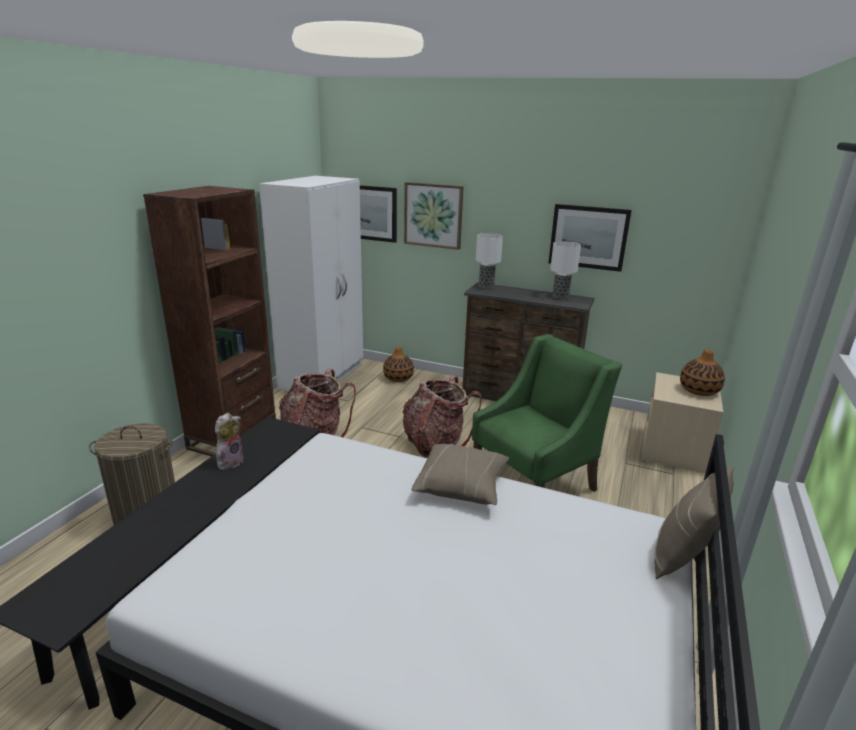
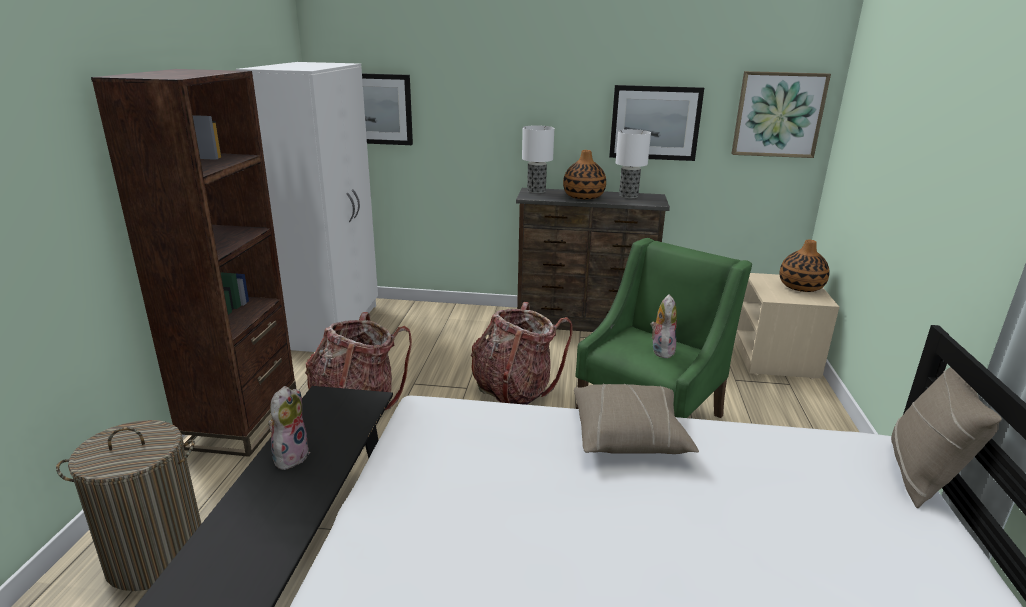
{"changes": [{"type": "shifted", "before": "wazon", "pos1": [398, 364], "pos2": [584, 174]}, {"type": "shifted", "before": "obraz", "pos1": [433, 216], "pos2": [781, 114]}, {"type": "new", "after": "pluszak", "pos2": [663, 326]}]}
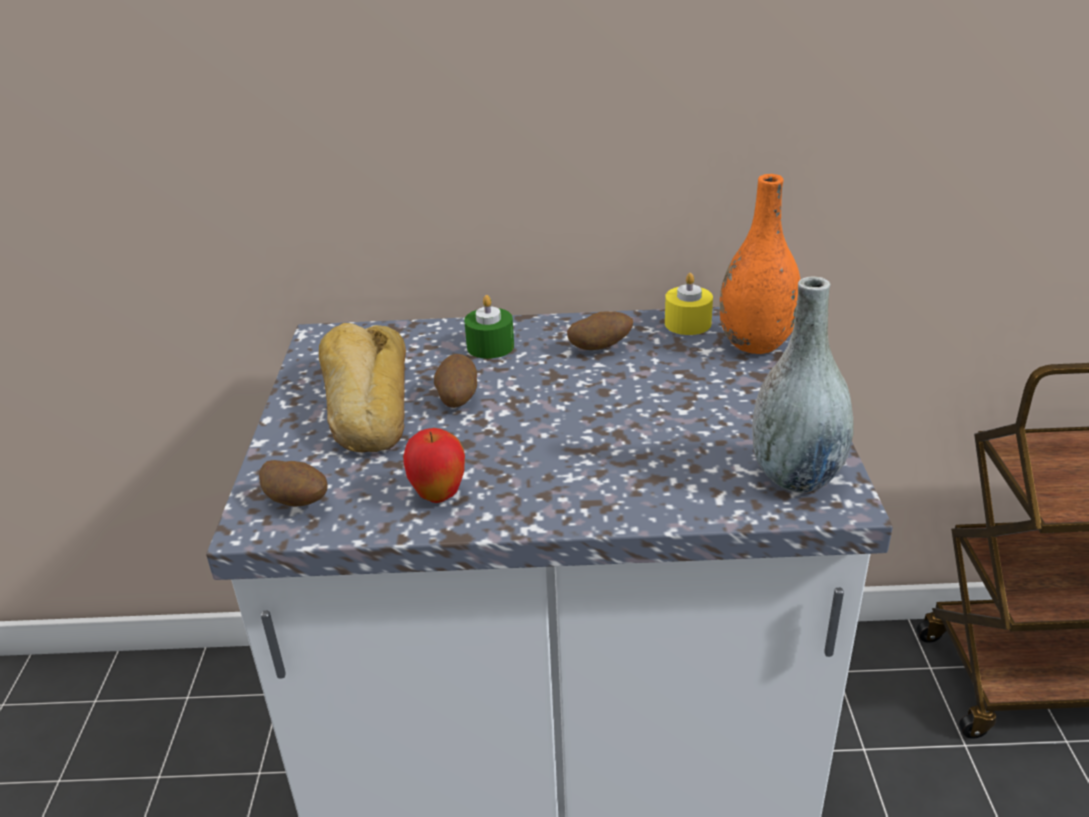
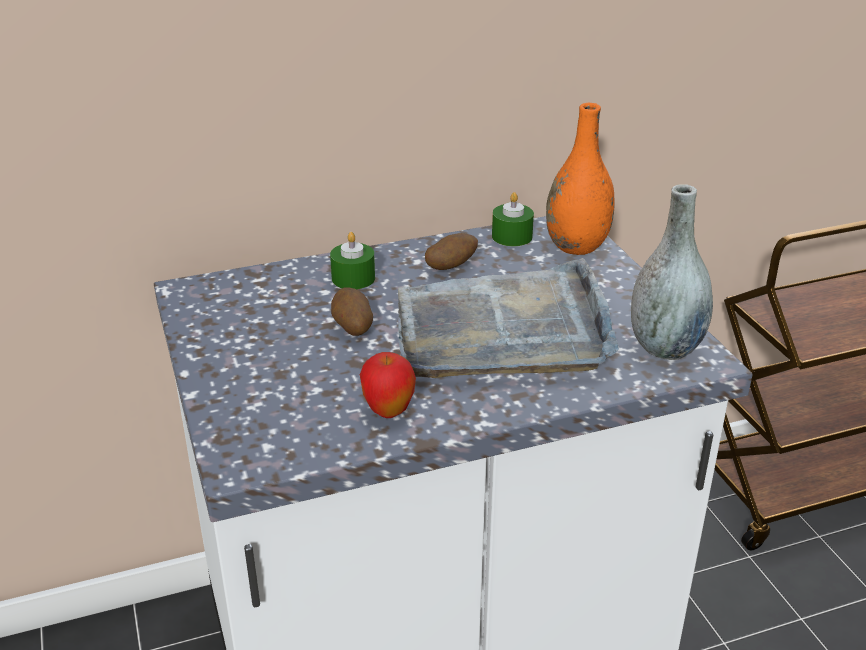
{"changes": [{"type": "gone", "before": "ziemniak", "pos1": [293, 483]}, {"type": "gone", "before": "chleb", "pos1": [362, 387]}, {"type": "repainted", "before": "świeca (żółty)", "after": "świeca (zielony)", "pos1": [689, 304], "pos2": [513, 219]}, {"type": "new", "after": "taca (szary)", "pos2": [508, 318]}]}
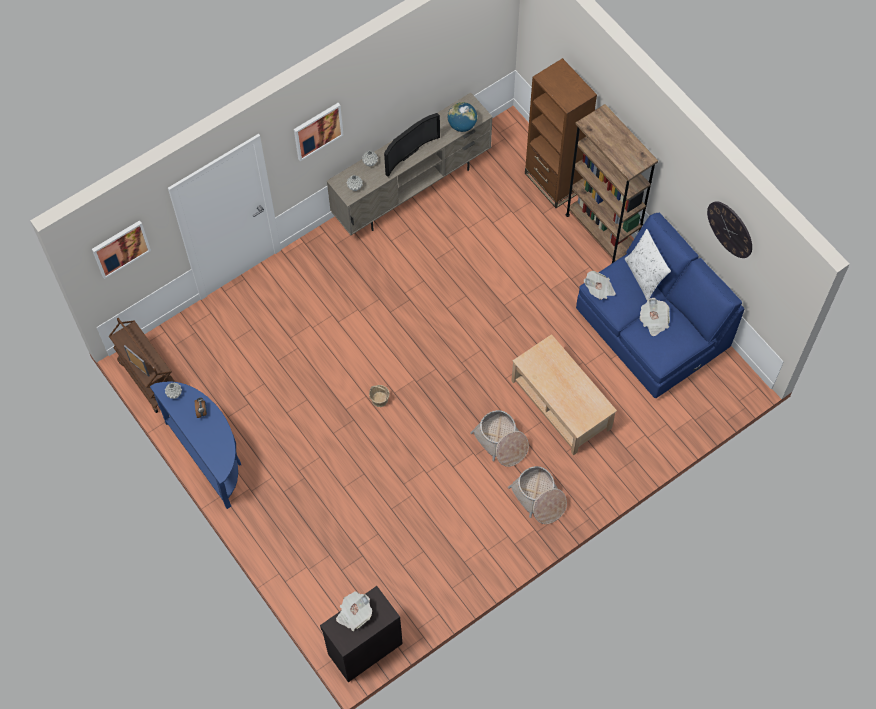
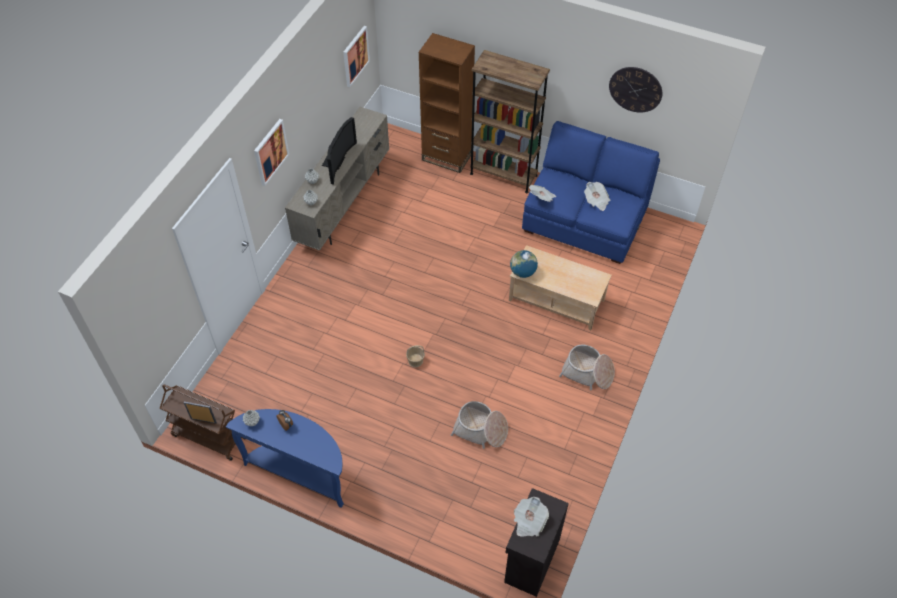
{"changes": [{"type": "shifted", "before": "obraz", "pos1": [121, 249], "pos2": [356, 56]}, {"type": "shifted", "before": "globus", "pos1": [462, 117], "pos2": [524, 264]}, {"type": "shifted", "before": "koszyk", "pos1": [499, 438], "pos2": [479, 425]}, {"type": "gone", "before": "poduszka (biały)", "pos1": [648, 265]}]}
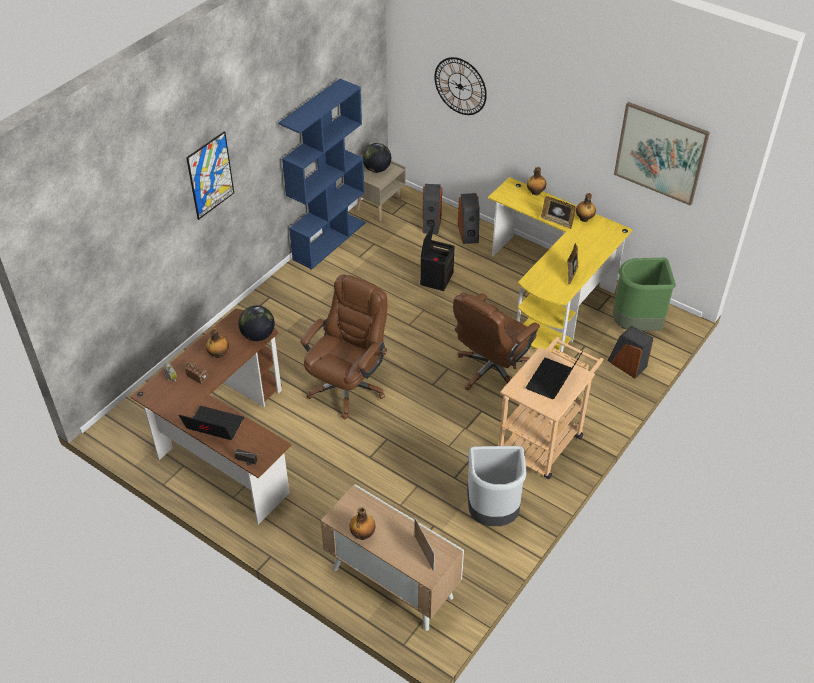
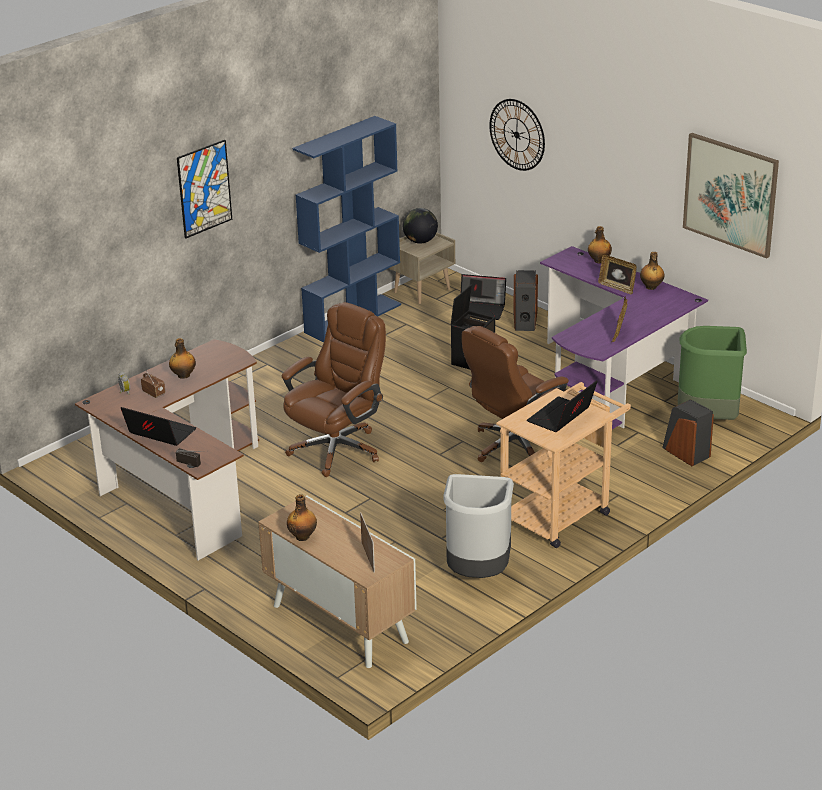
{"changes": [{"type": "gone", "before": "globus", "pos1": [256, 323]}, {"type": "swapped", "before": "głośnik", "after": "laptop", "pos1": [432, 209], "pos2": [483, 297]}, {"type": "repainted", "before": "biurko (żółty)", "after": "biurko (fioletowy)", "pos1": [560, 264], "pos2": [624, 337]}]}
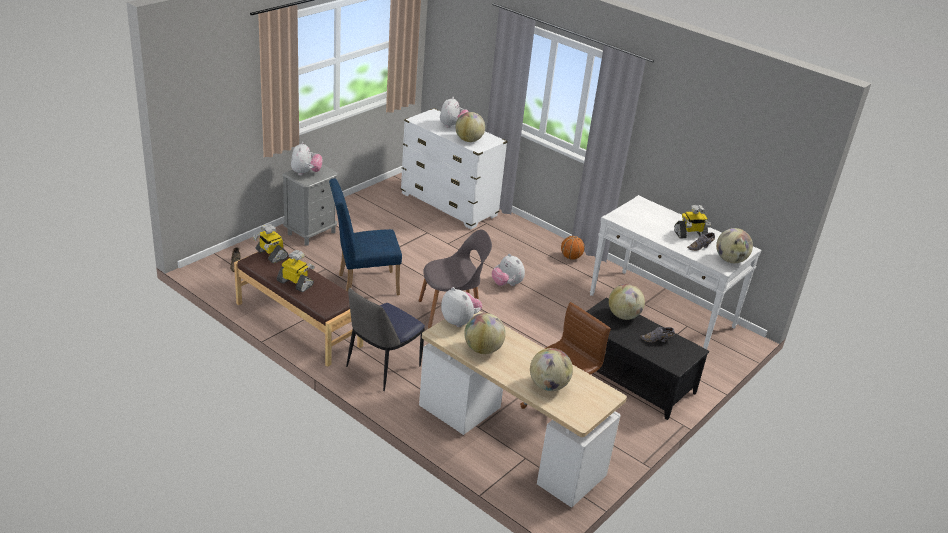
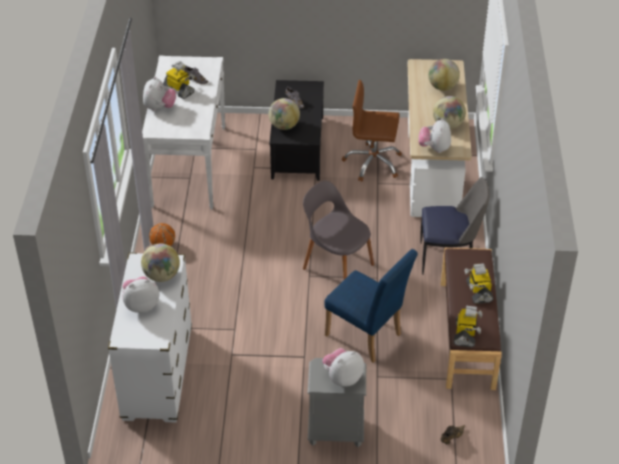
{"changes": [{"type": "shifted", "before": "pluszak", "pos1": [508, 270], "pos2": [159, 94]}, {"type": "gone", "before": "globus", "pos1": [734, 245]}]}
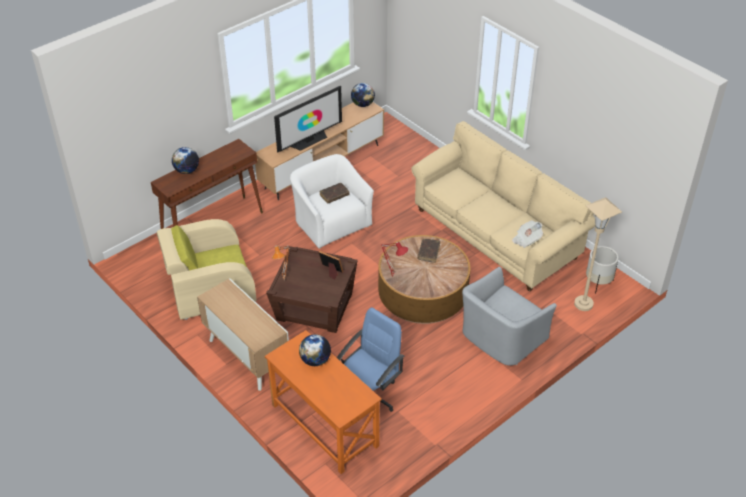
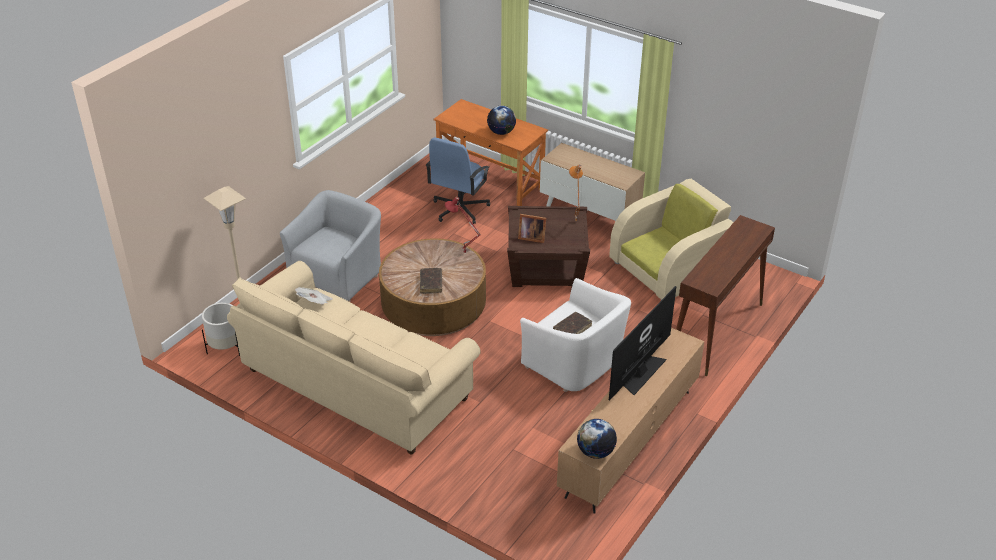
{"changes": [{"type": "gone", "before": "globus", "pos1": [185, 160]}]}
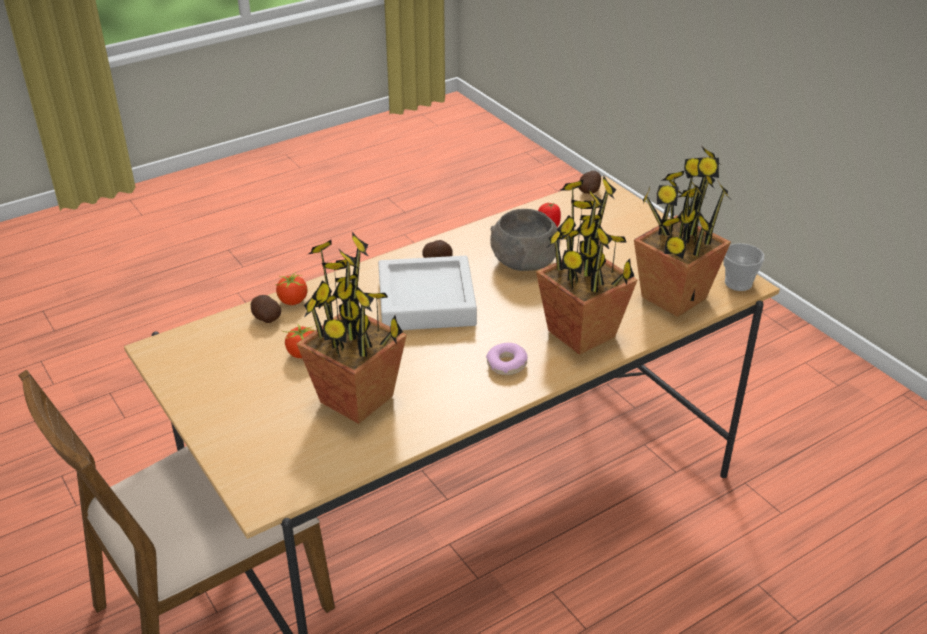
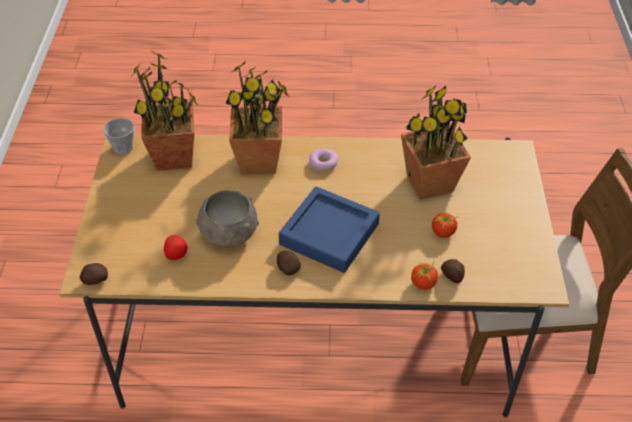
{"changes": [{"type": "repainted", "before": "taca (szary)", "after": "taca (niebieski)", "pos1": [427, 293], "pos2": [329, 230]}]}
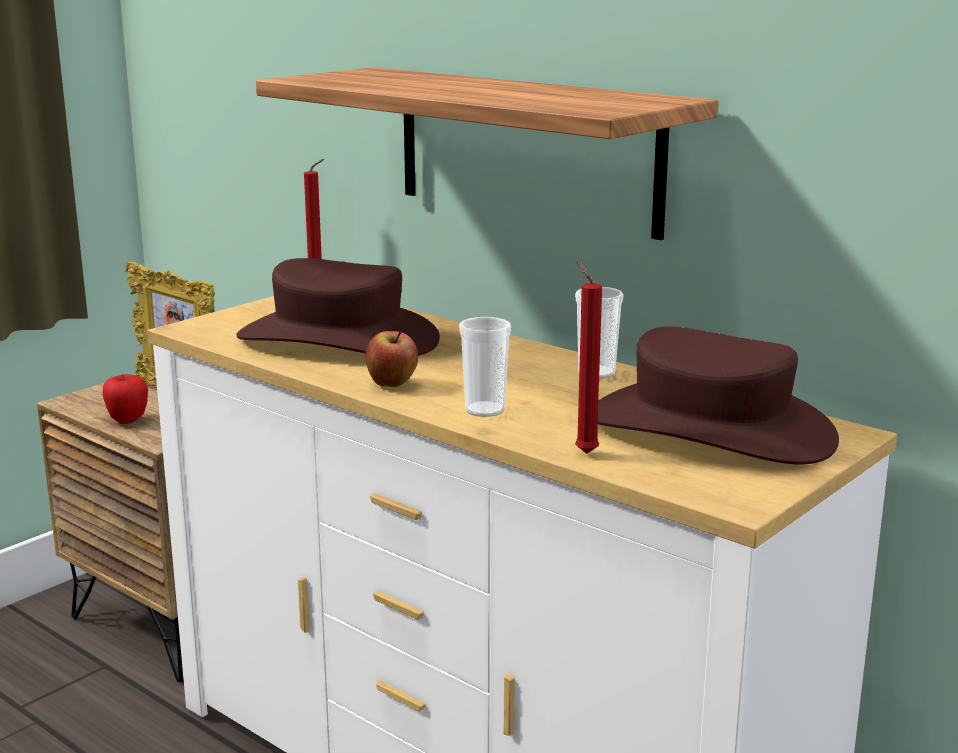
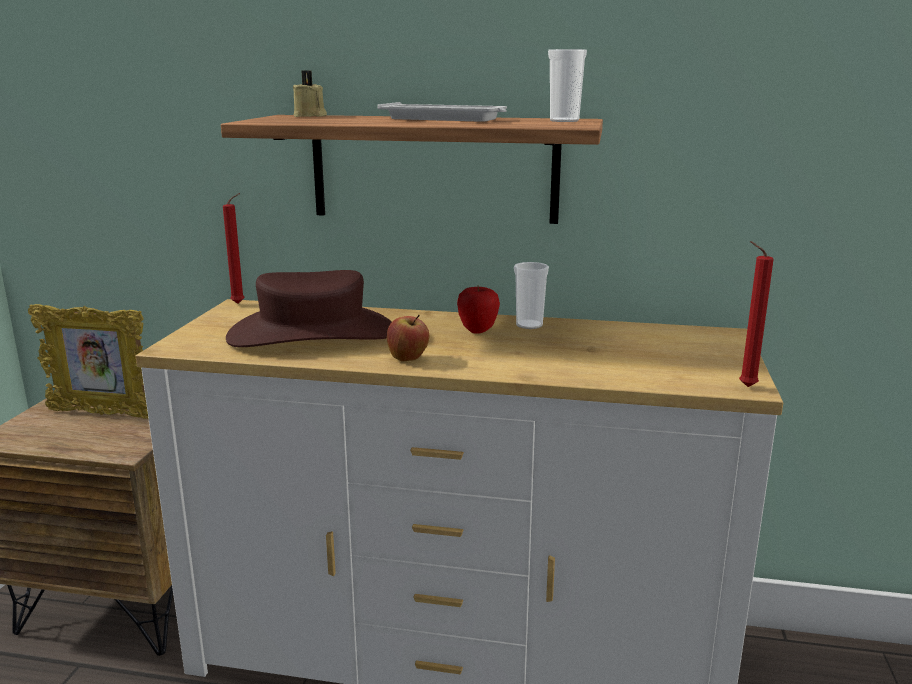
{"changes": [{"type": "shifted", "before": "jabłko", "pos1": [125, 399], "pos2": [478, 309]}, {"type": "shifted", "before": "filiżanka", "pos1": [485, 367], "pos2": [567, 85]}, {"type": "shifted", "before": "świeca (czerwony)", "pos1": [588, 358], "pos2": [756, 314]}, {"type": "gone", "before": "kapelusz (brązowy)", "pos1": [718, 395]}, {"type": "new", "after": "świeca (beżowy)", "pos2": [310, 94]}, {"type": "new", "after": "taca (biały)", "pos2": [442, 112]}]}
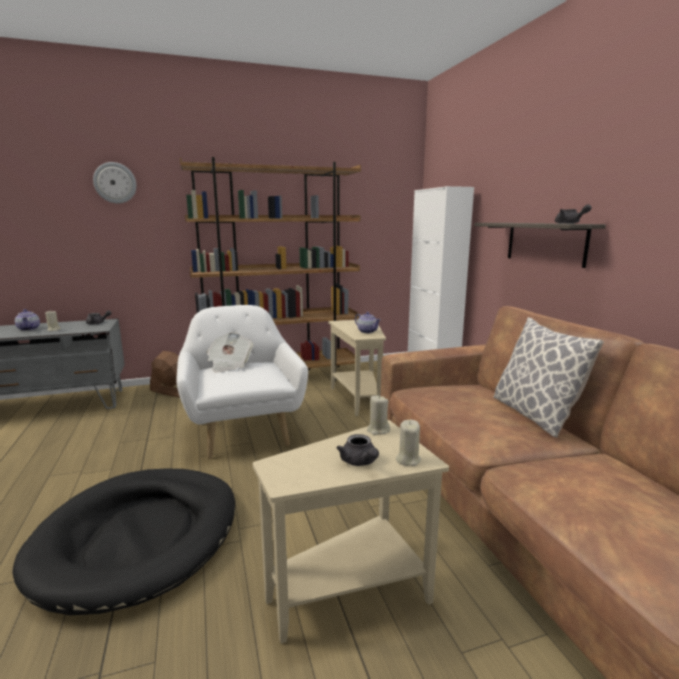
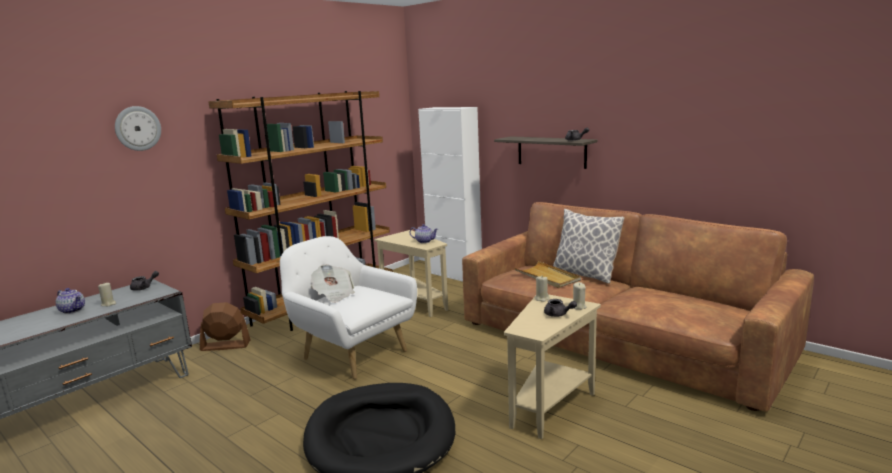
{"changes": [{"type": "new", "after": "taca (beżowy)", "pos2": [547, 274]}]}
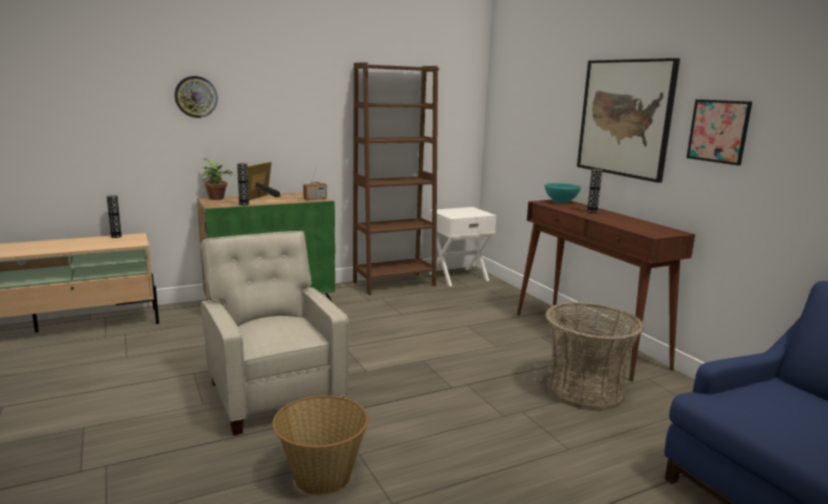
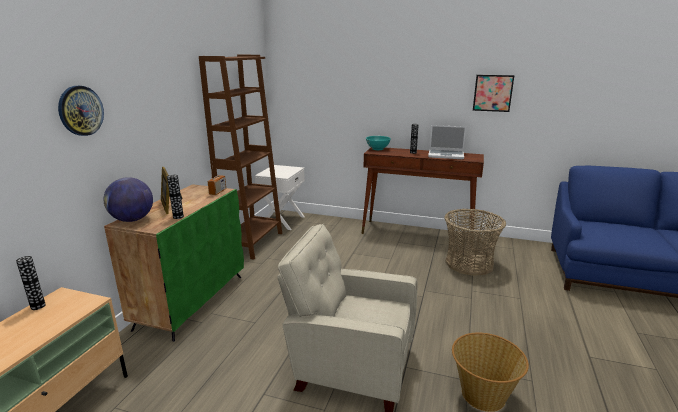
{"changes": [{"type": "swapped", "before": "roślina doniczkowa", "after": "globus", "pos1": [218, 179], "pos2": [128, 199]}, {"type": "gone", "before": "obraz", "pos1": [628, 120]}, {"type": "new", "after": "laptop", "pos2": [447, 142]}]}
